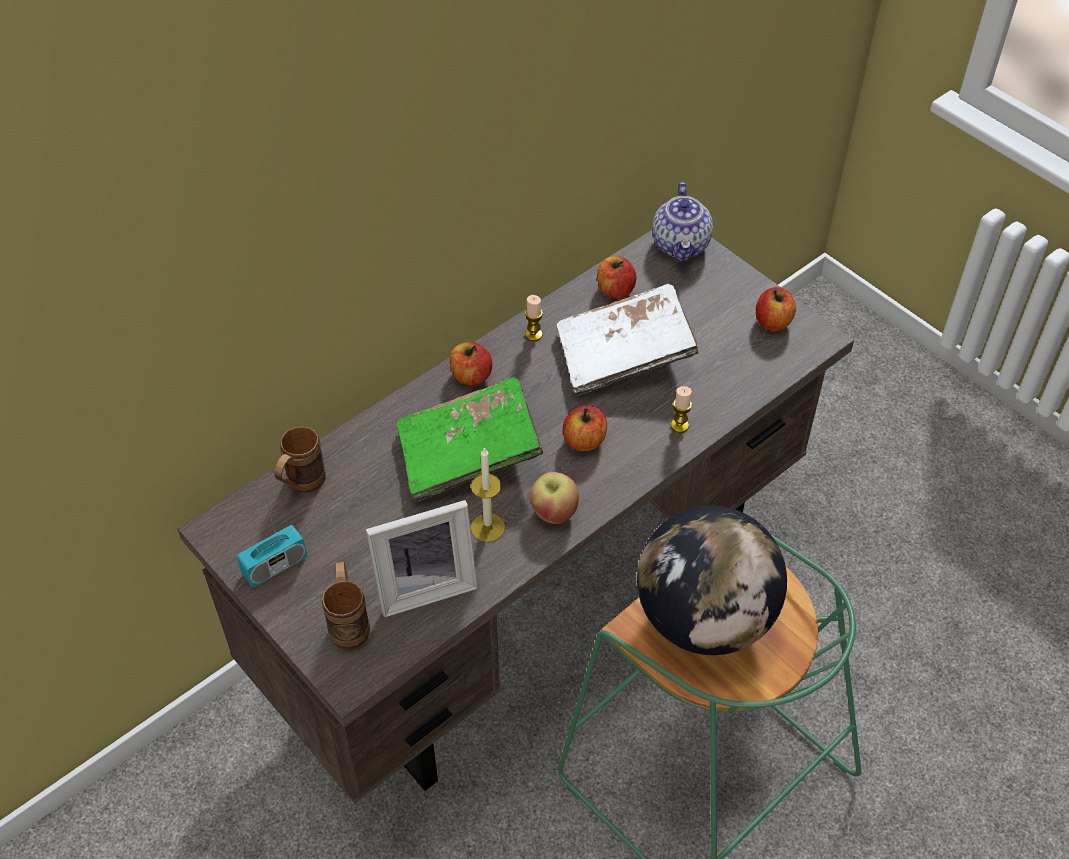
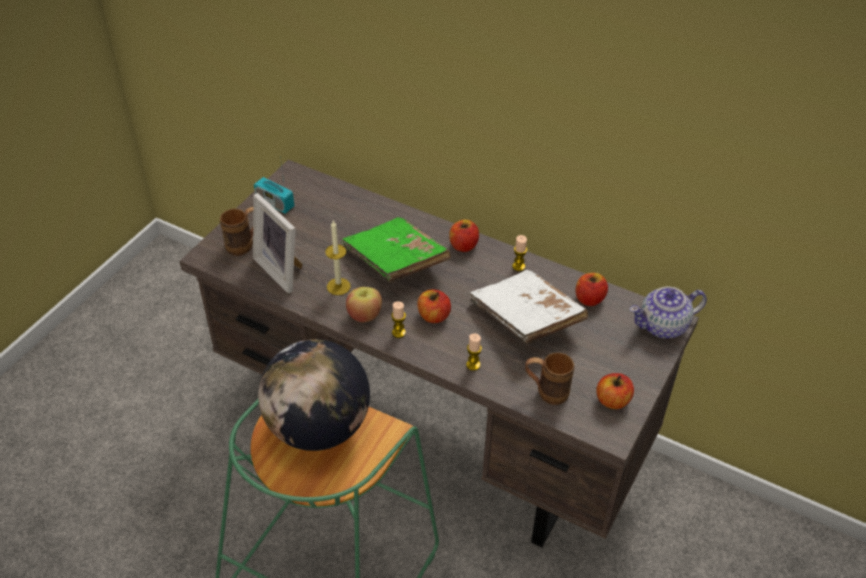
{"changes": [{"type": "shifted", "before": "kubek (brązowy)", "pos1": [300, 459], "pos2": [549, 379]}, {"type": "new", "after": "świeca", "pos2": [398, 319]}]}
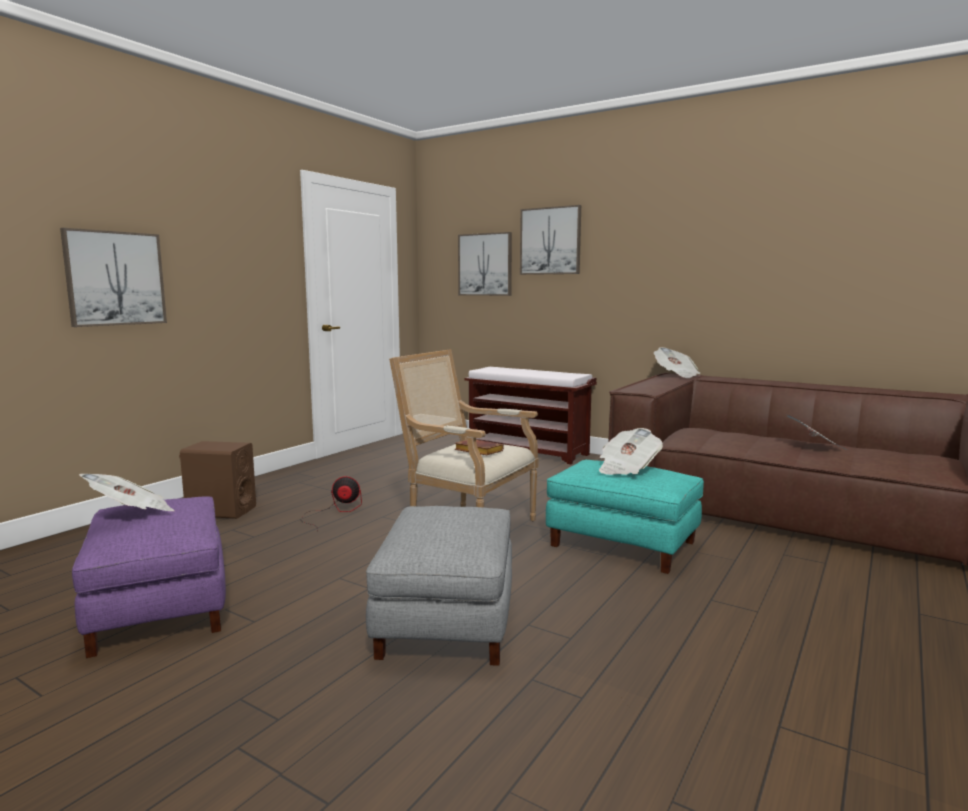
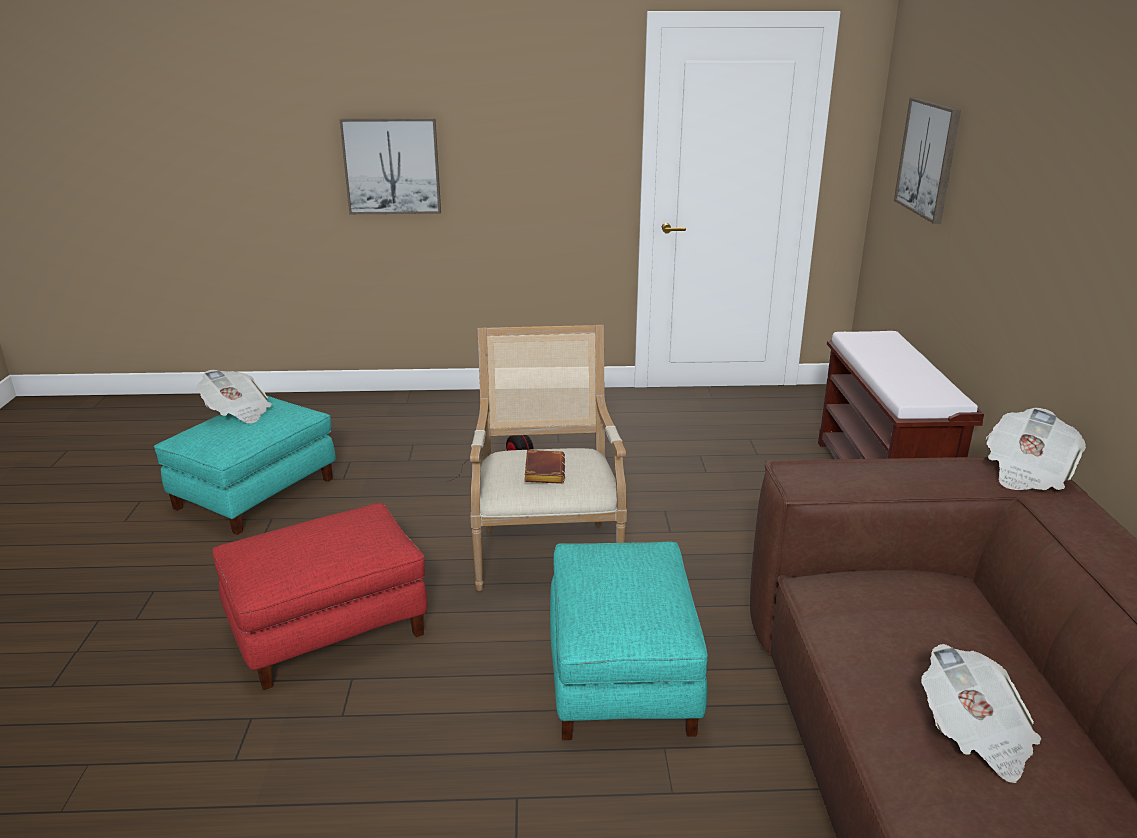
{"changes": [{"type": "repainted", "before": "pufa (fioletowy)", "after": "pufa (turkusowy)", "pos1": [149, 577], "pos2": [245, 465]}, {"type": "gone", "before": "głośnik (brązowy)", "pos1": [217, 480]}, {"type": "repainted", "before": "pufa (szary)", "after": "pufa (czerwony)", "pos1": [439, 586], "pos2": [320, 596]}, {"type": "gone", "before": "obraz", "pos1": [550, 240]}, {"type": "gone", "before": "gazeta", "pos1": [631, 451]}]}
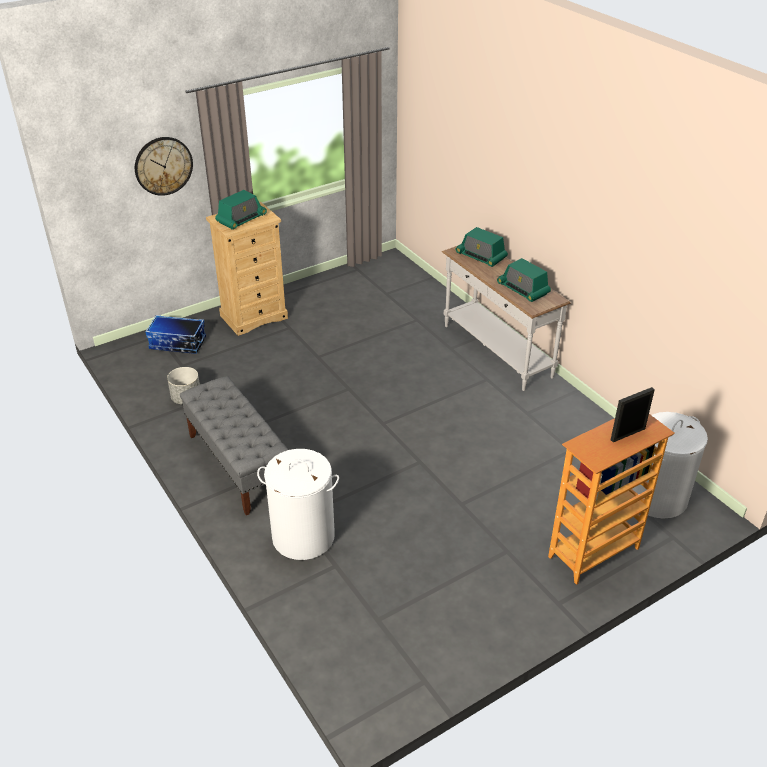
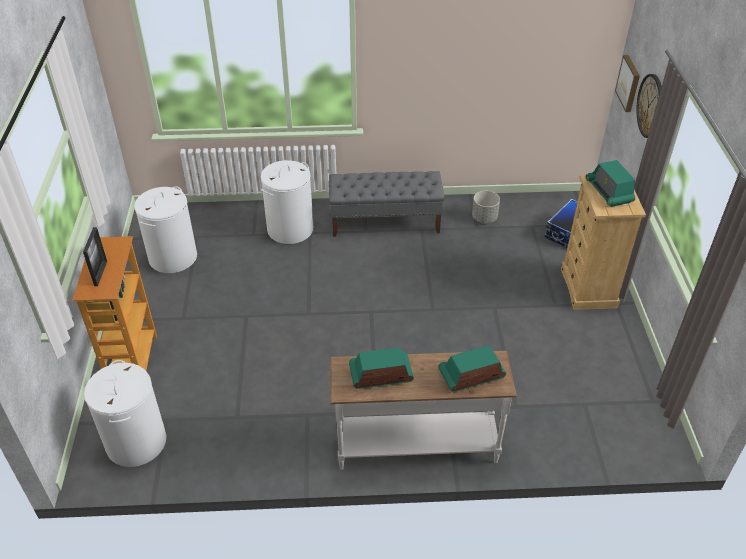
{"changes": [{"type": "new", "after": "kosz na pranie (biały)", "pos2": [165, 229]}, {"type": "new", "after": "obraz", "pos2": [627, 83]}]}
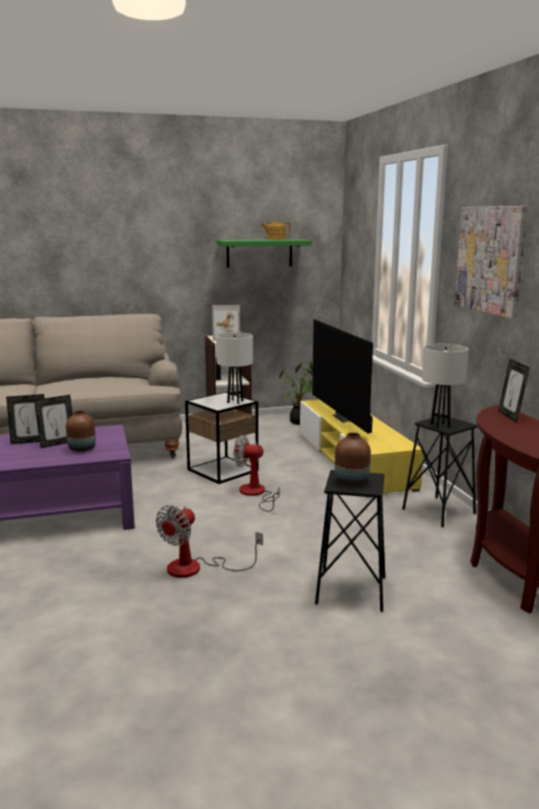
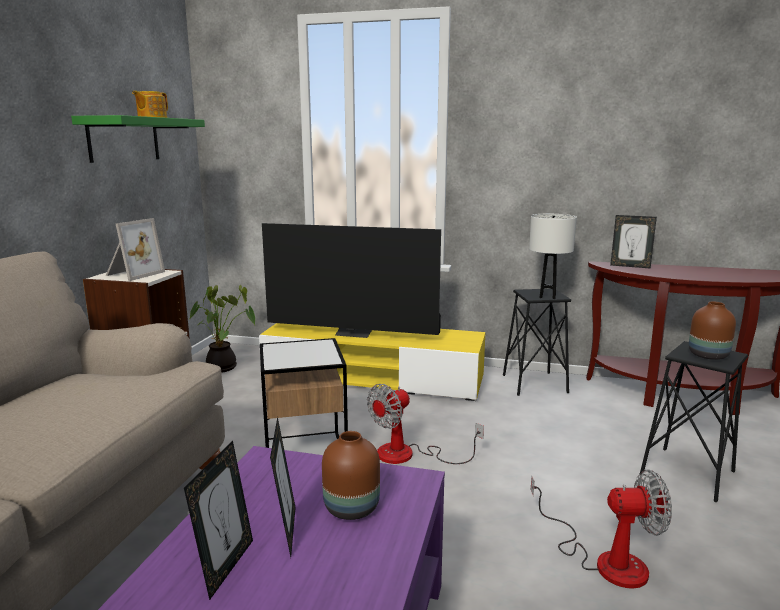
{"changes": [{"type": "rotated", "before": "wentylator", "pos1": [209, 541], "pos2": [601, 529], "turn": -60}, {"type": "gone", "before": "lampa stołowa (biały)", "pos1": [234, 368]}, {"type": "gone", "before": "obraz", "pos1": [491, 262]}]}
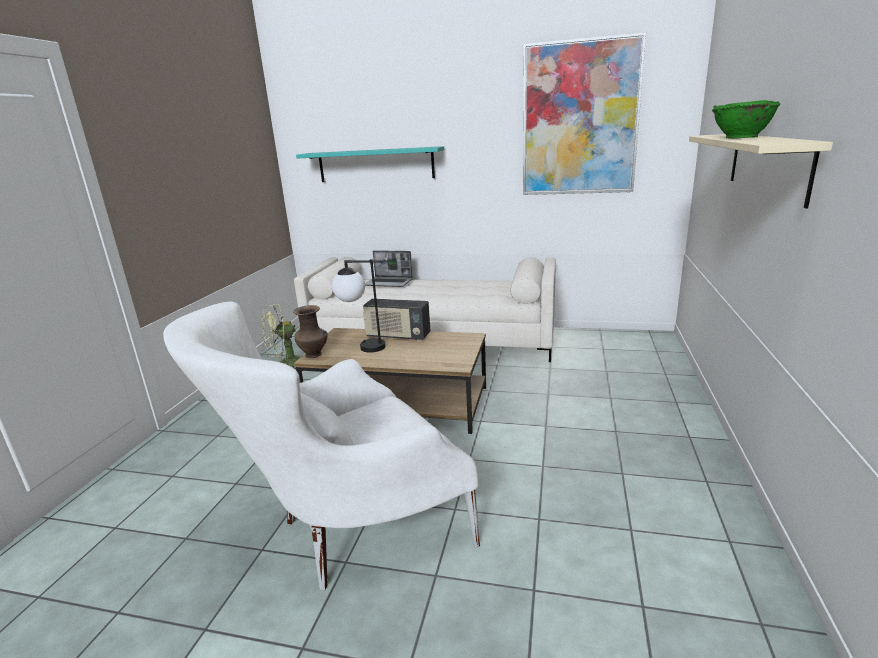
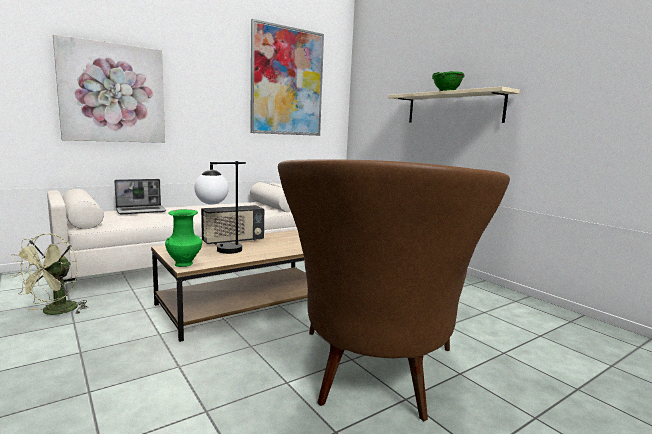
{"changes": [{"type": "repainted", "before": "fotel (biały)", "after": "fotel (brązowy)", "pos1": [321, 445], "pos2": [394, 290]}, {"type": "repainted", "before": "wazon (brązowy)", "after": "wazon (zielony)", "pos1": [310, 331], "pos2": [183, 238]}, {"type": "swapped", "before": "półka (turkusowy)", "after": "obraz", "pos1": [370, 164], "pos2": [109, 88]}]}
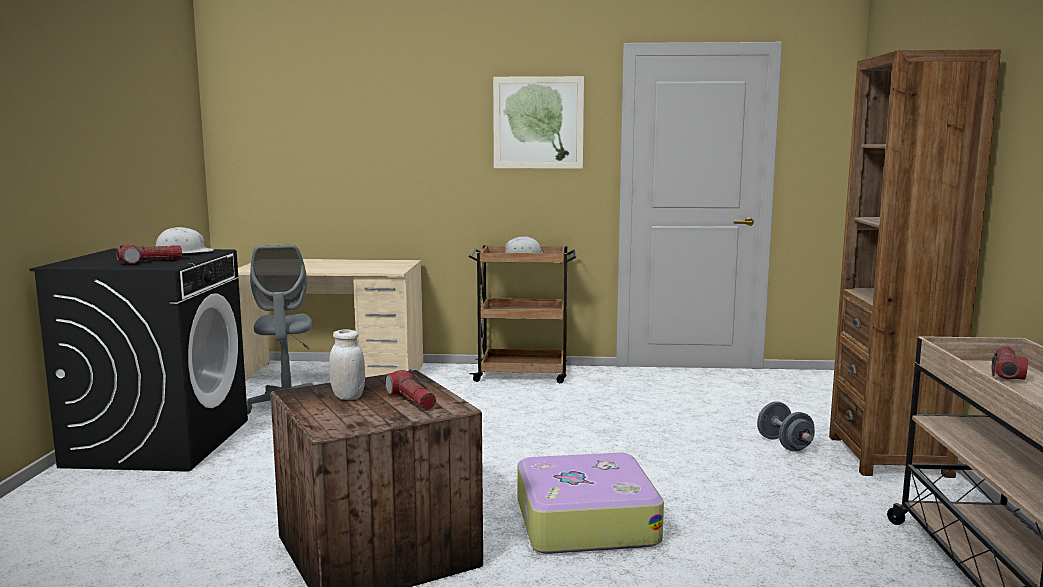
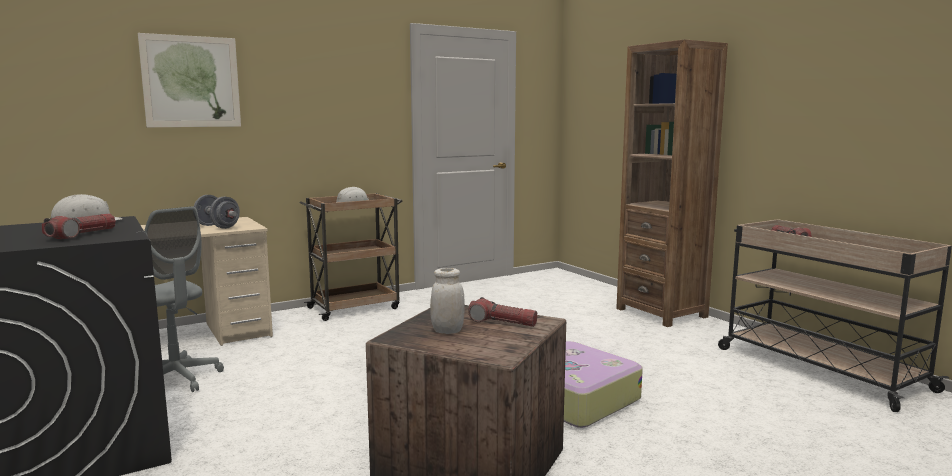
{"changes": [{"type": "shifted", "before": "obraz", "pos1": [538, 122], "pos2": [189, 80]}, {"type": "shifted", "before": "hantel (szary)", "pos1": [786, 426], "pos2": [217, 212]}]}
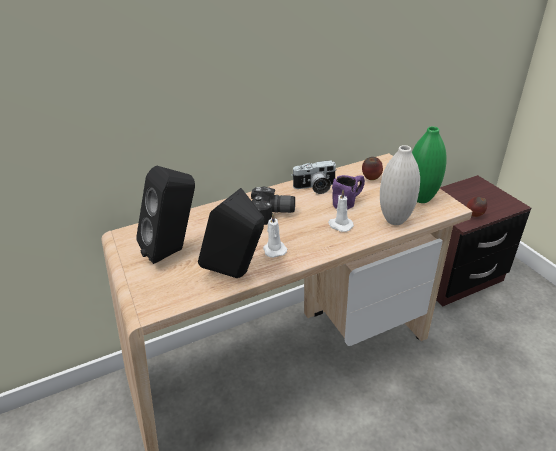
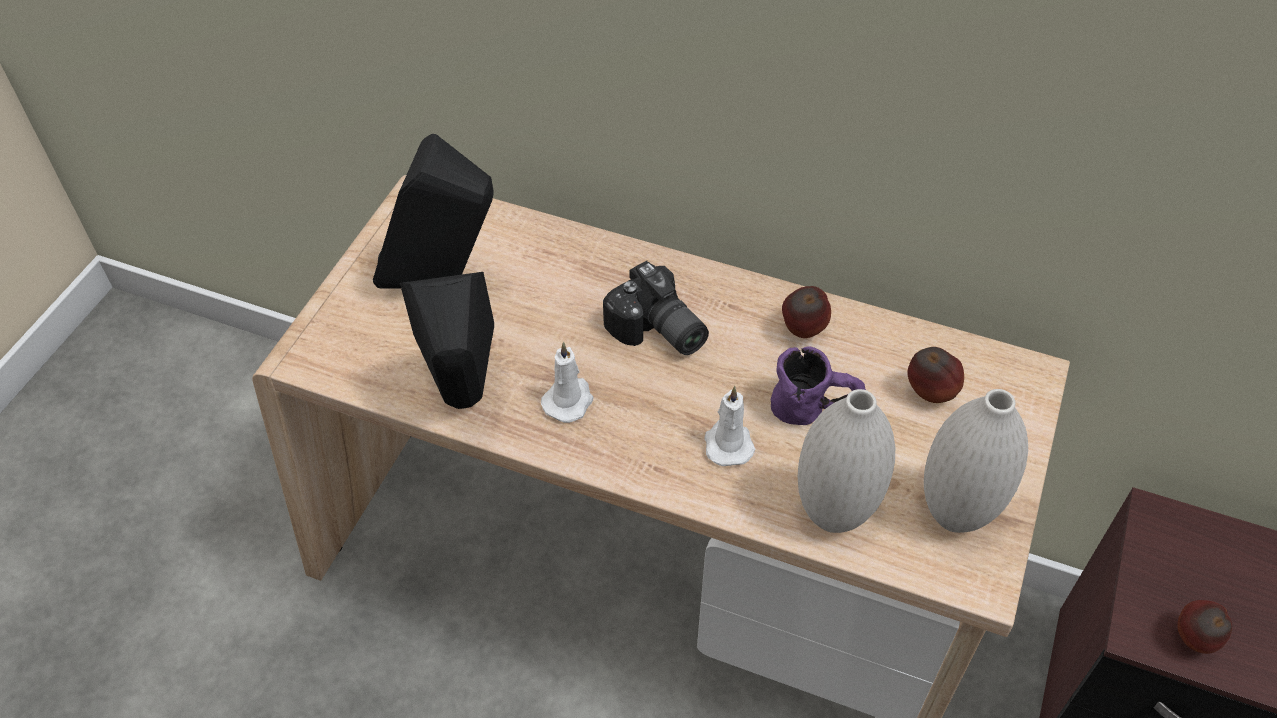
{"changes": [{"type": "swapped", "before": "aparat fotograficzny", "after": "jabłko", "pos1": [314, 177], "pos2": [806, 312]}, {"type": "repainted", "before": "wazon (zielony)", "after": "wazon (biały)", "pos1": [429, 164], "pos2": [976, 461]}]}
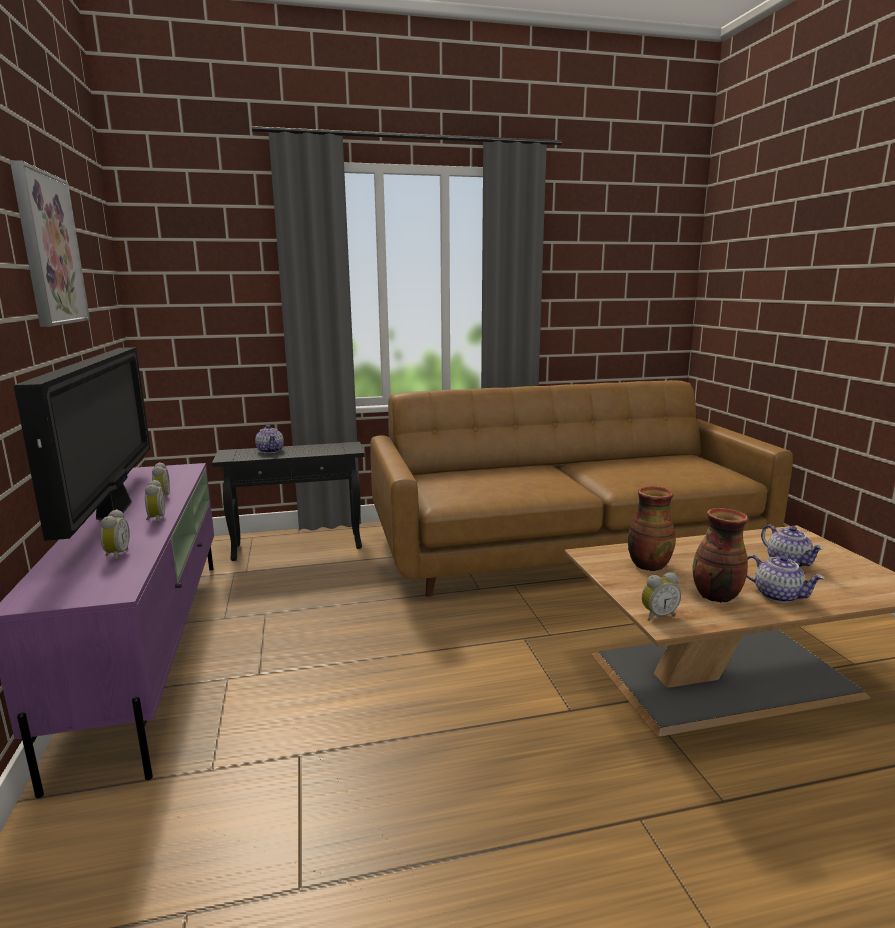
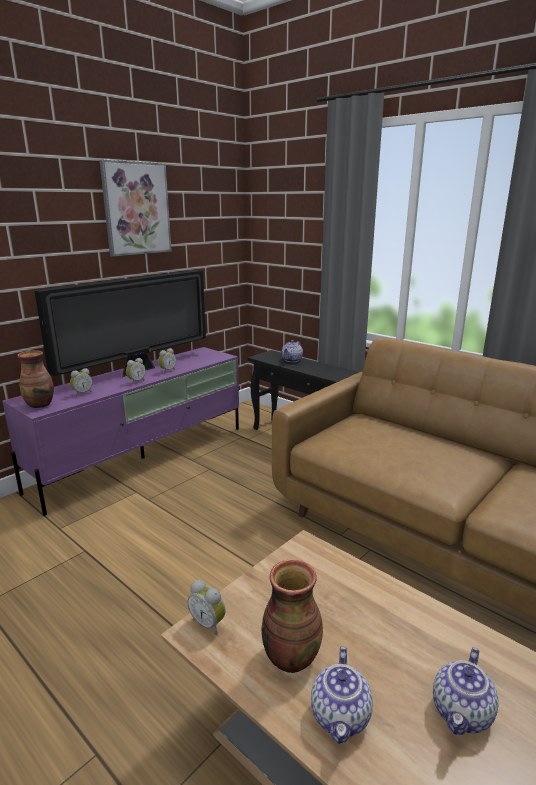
{"changes": [{"type": "shifted", "before": "wazon", "pos1": [652, 528], "pos2": [35, 379]}]}
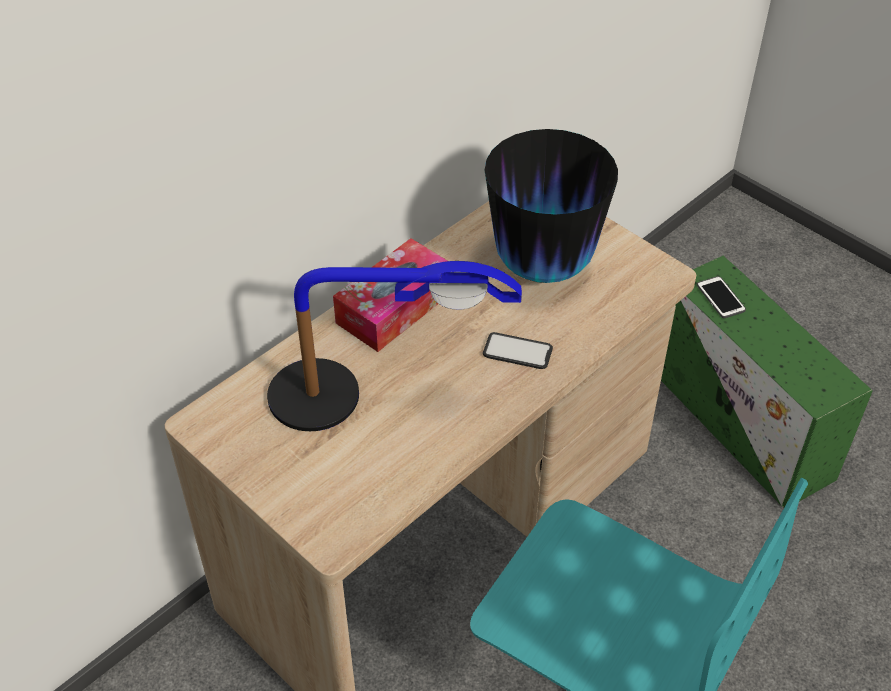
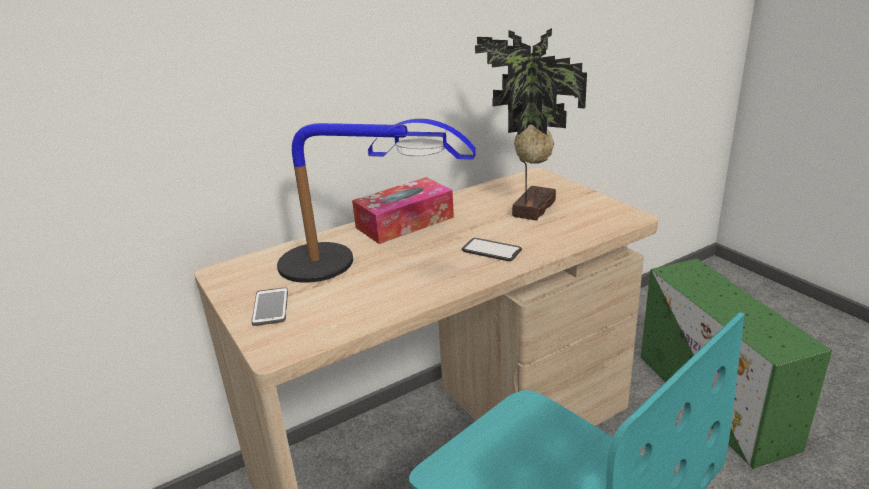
{"changes": [{"type": "swapped", "before": "wazon", "after": "roślina doniczkowa", "pos1": [551, 206], "pos2": [531, 124]}, {"type": "shifted", "before": "telefon", "pos1": [721, 297], "pos2": [270, 306]}]}
